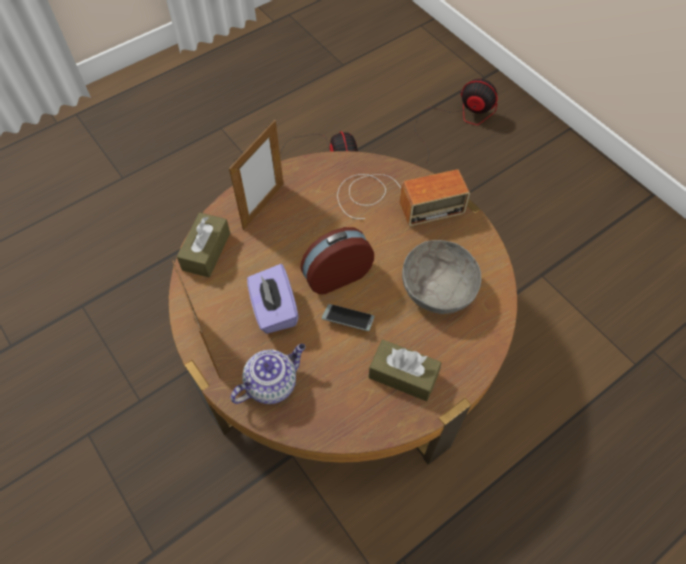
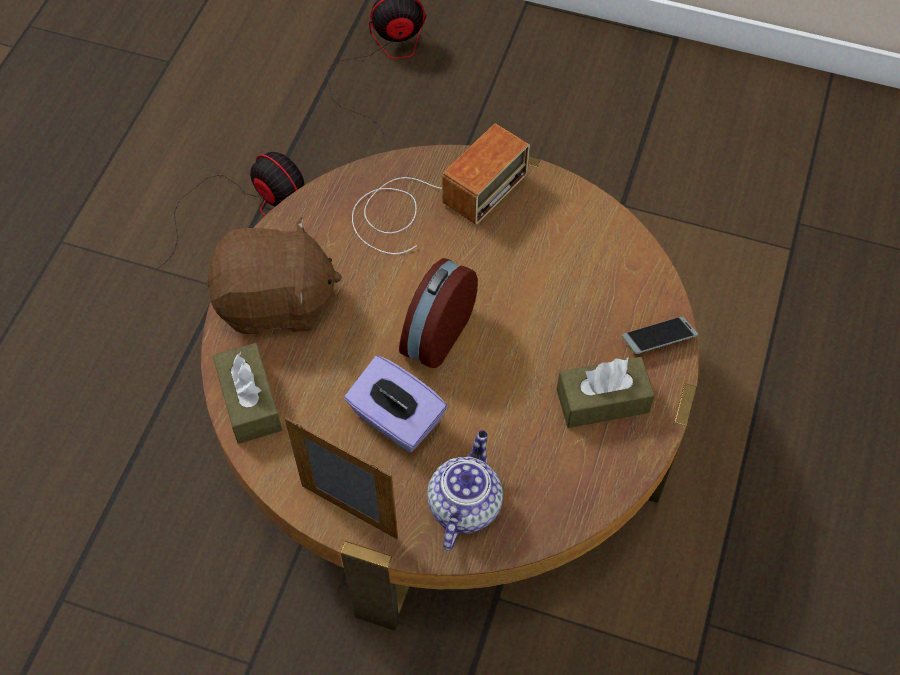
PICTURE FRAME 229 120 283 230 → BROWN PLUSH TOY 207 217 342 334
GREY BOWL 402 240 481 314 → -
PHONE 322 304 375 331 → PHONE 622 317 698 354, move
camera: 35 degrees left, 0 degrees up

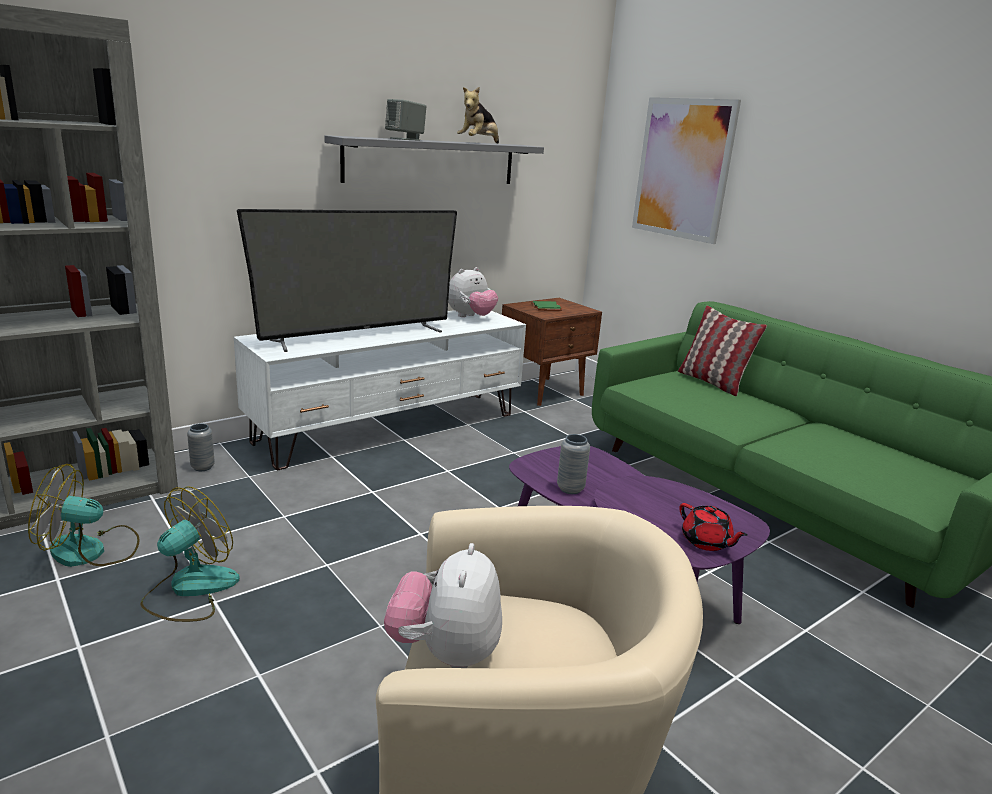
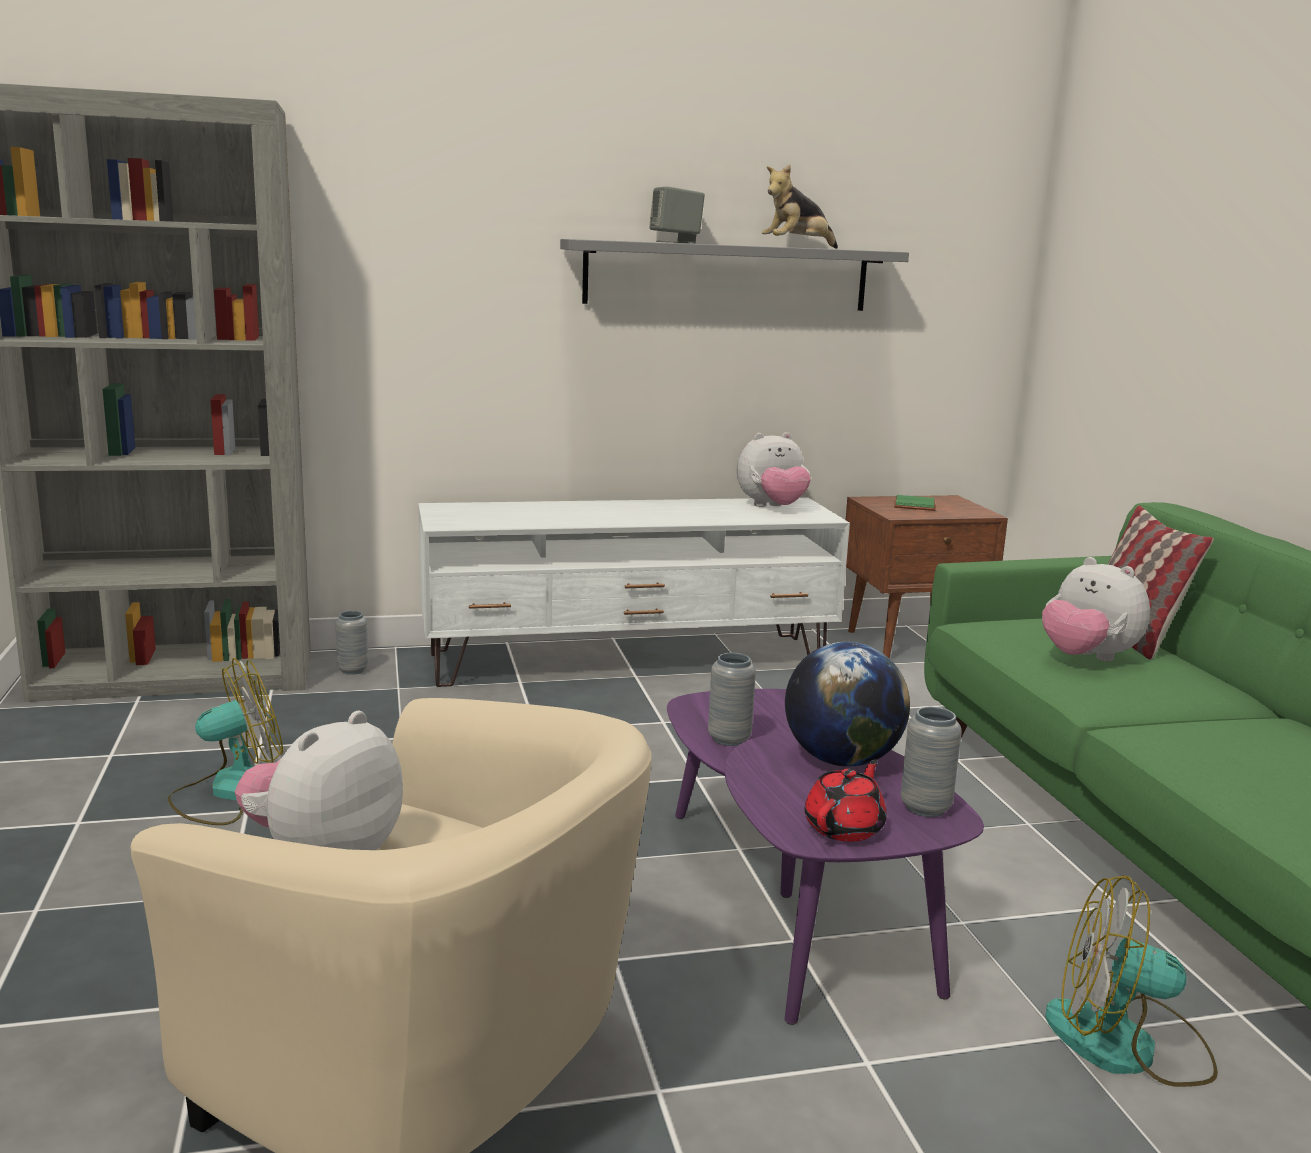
PICTURE 632 97 741 244 → -
TELEVISION 237 209 457 352 → -
FAN 28 464 140 567 → FAN 1045 875 1218 1087, move
RED TEAPOT 679 503 748 551 → RED TEAPOT 805 760 886 842, 135 degrees counterclockwise
- → PLUSH TOY 1042 557 1150 661
- → GLOBE 785 642 910 767
- → GREY VASE 901 707 962 817
camera: 25 degrees right, 5 degrees down

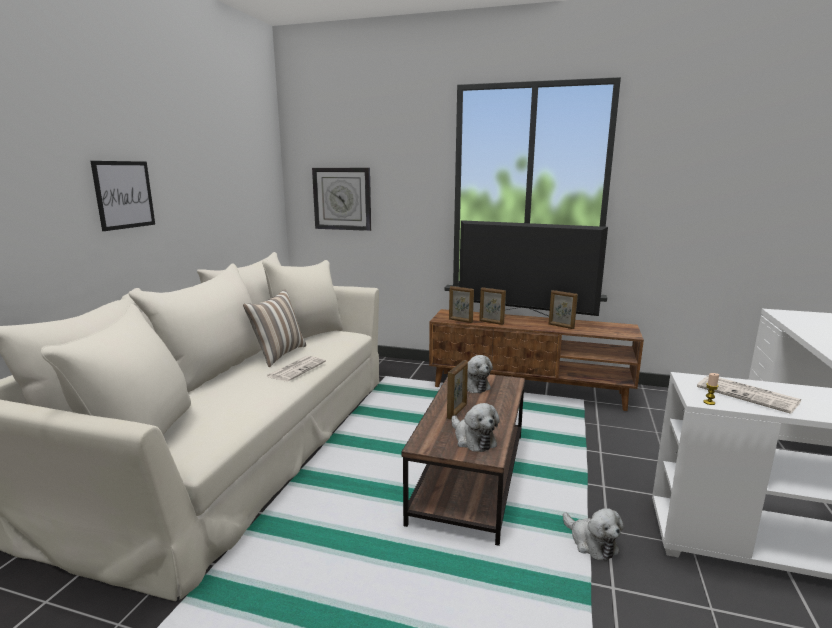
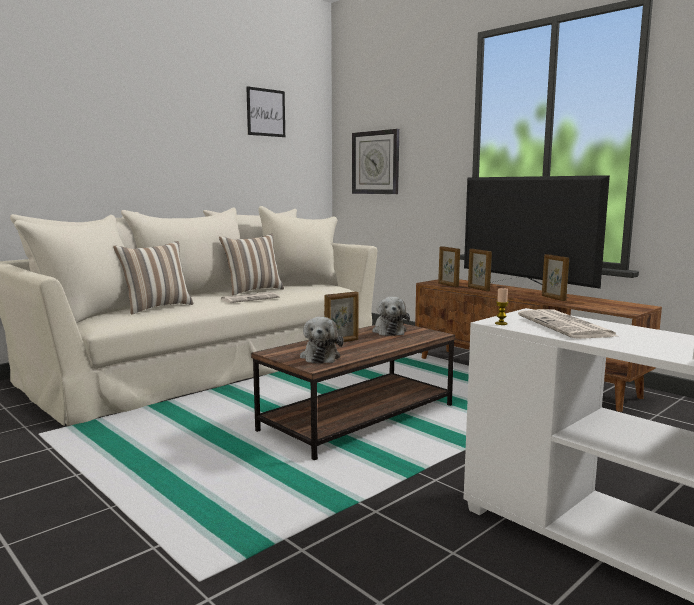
PICTURE 91 161 155 231 → PICTURE 246 86 285 137, move
PLUSH TOY 563 508 624 561 → -
- → PILLOW 113 241 193 315
camera: 30 degrees right, 5 degrees down

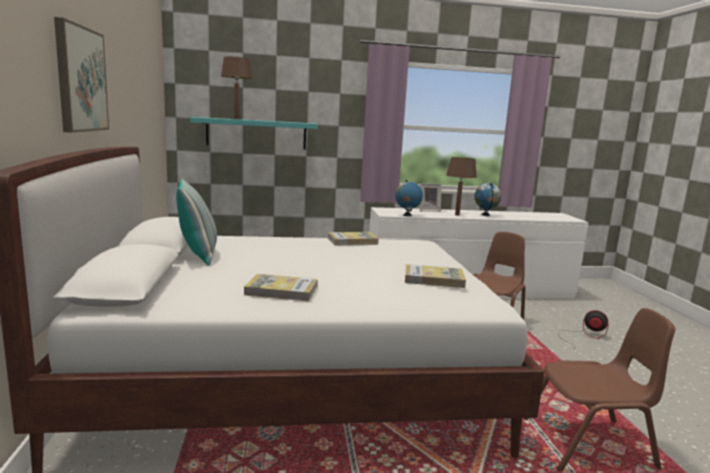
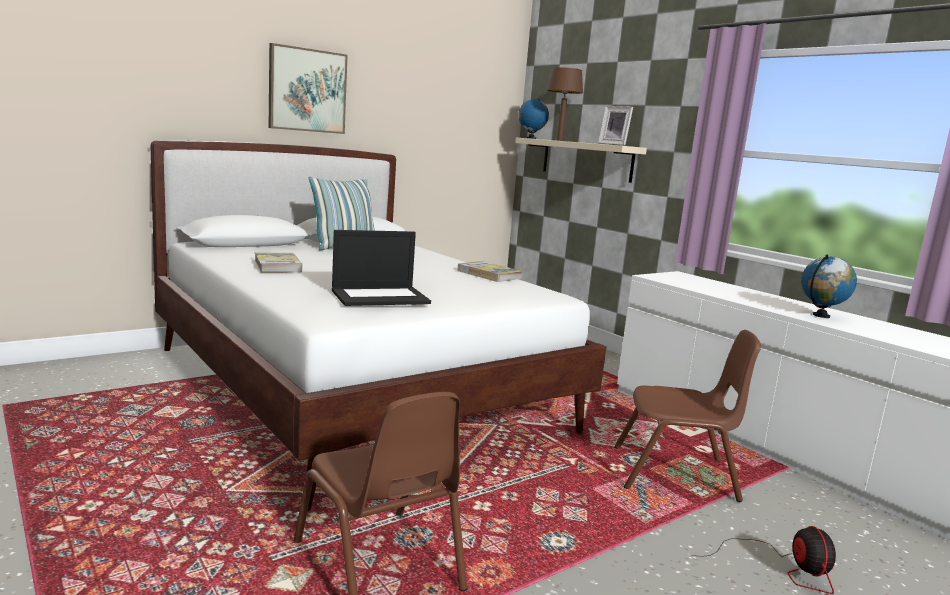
TURQUOISE SHELF 190 117 318 150 → BEIGE SHELF 515 138 647 183
BROWN TABLE LAMP 446 157 477 216 → -
GLOBE 395 180 423 216 → GLOBE 518 99 549 139, move
PICTURE FRAME 420 183 442 211 → PICTURE FRAME 598 106 633 146, move
BOOK 405 264 466 288 → LAPTOP 332 230 431 306
camera: 60 degrees right, 0 degrees up

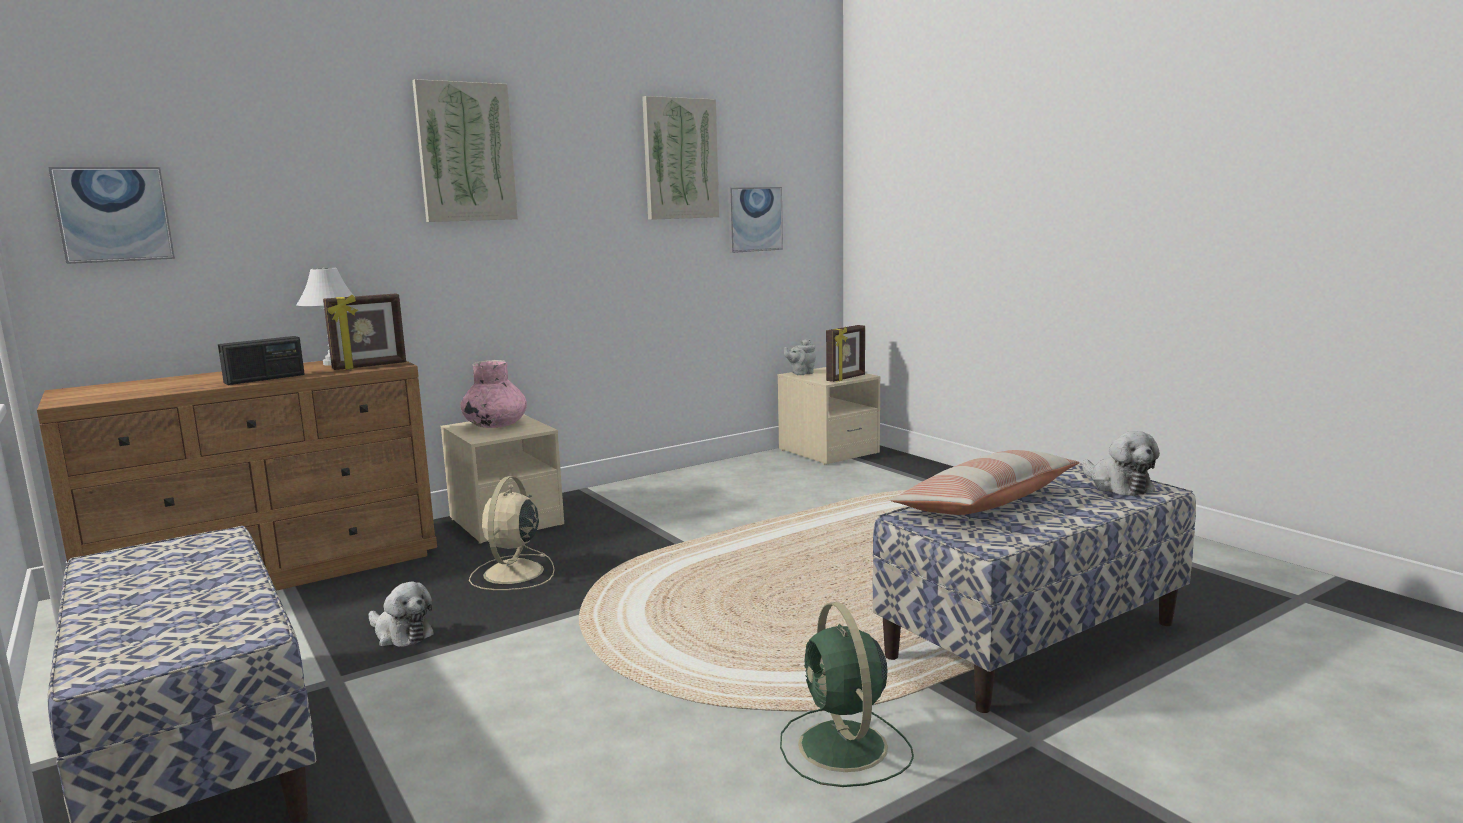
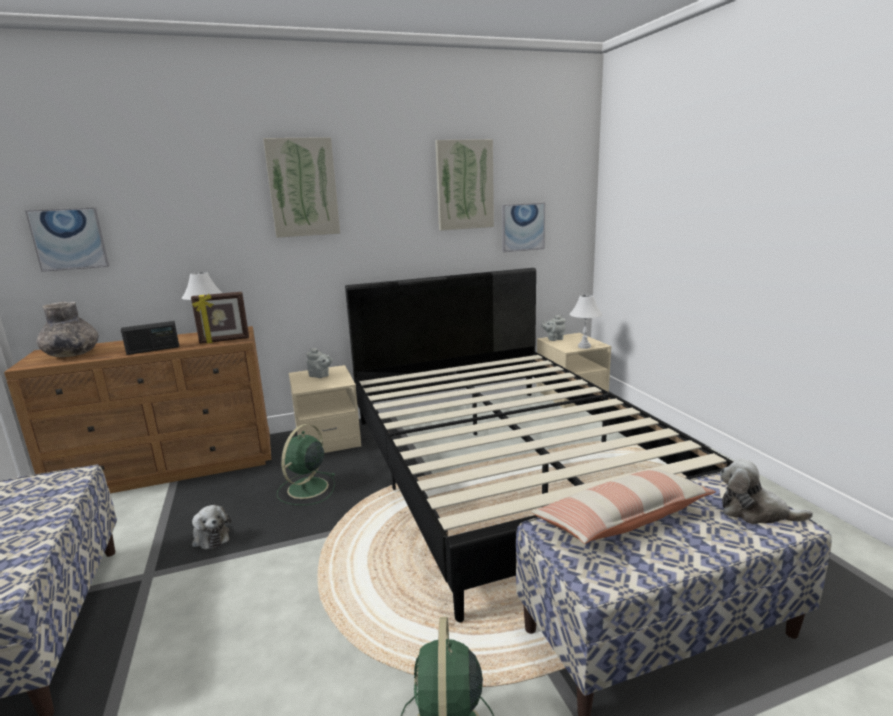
PICTURE FRAME 826 325 865 382 → WHITE TABLE LAMP 570 295 602 349
PINK VASE 461 360 527 428 → GREY TEAPOT 306 348 333 378
PLUSH TOY 1082 431 1160 496 → PLUSH TOY 720 458 813 524, 120 degrees clockwise
BEIGE FAN 469 476 555 590 → GREEN FAN 277 424 336 505
- → BLACK BED 345 268 733 622
- → GREY VASE 36 302 98 357
camera: 15 degrees right, 5 degrees up

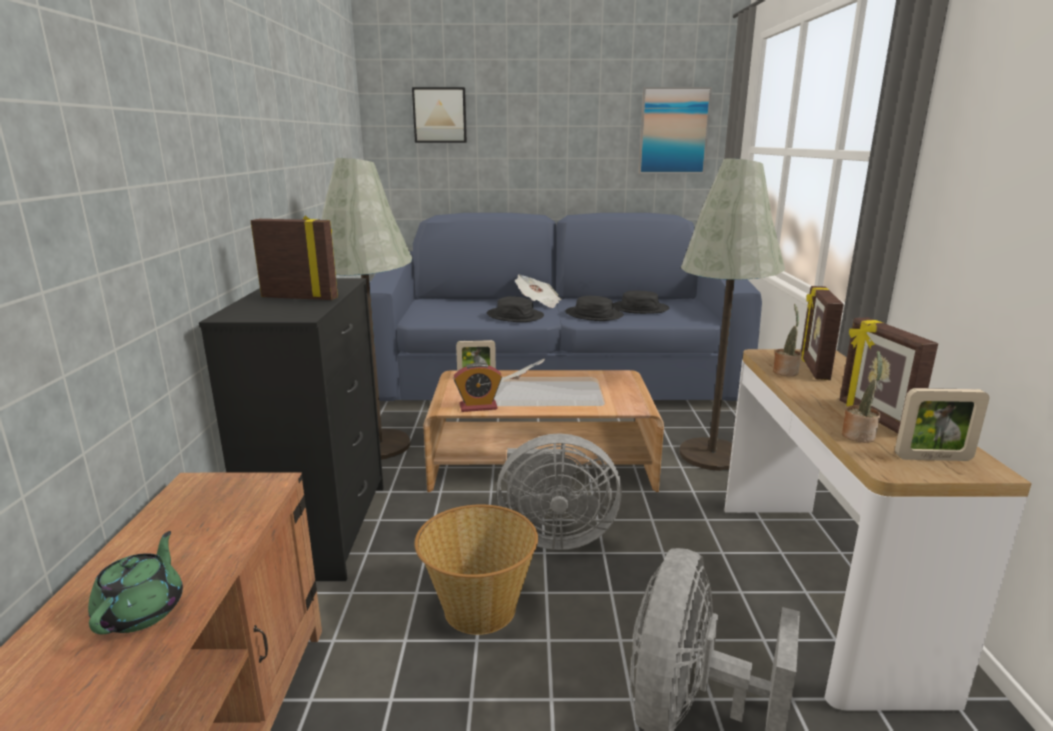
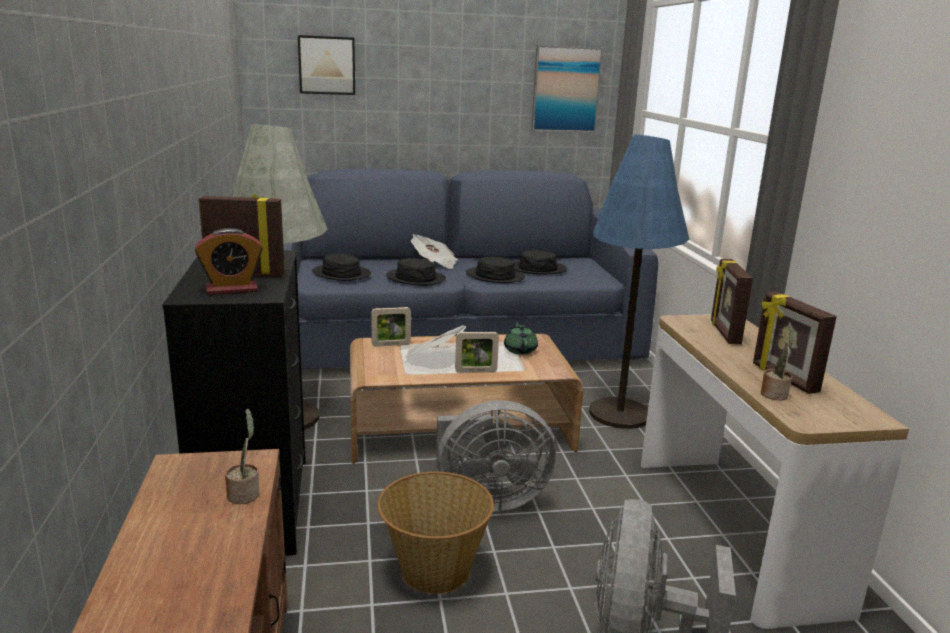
GREY FLOOR LAMP 680 158 785 471 → BLUE FLOOR LAMP 589 135 689 429
POTTED PLANT 773 304 801 376 → POTTED PLANT 225 408 260 504, move
ALARM CLOCK 453 362 502 412 → ALARM CLOCK 195 228 263 295, move
PICTURE FRAME 895 388 989 461 → PICTURE FRAME 455 332 499 373, move
GREEN TEAPOT 88 531 183 634 → GREEN TEAPOT 504 321 538 355, move
- → BLACK HAT 312 254 371 281
camera: 10 degrees left, 0 degrees up

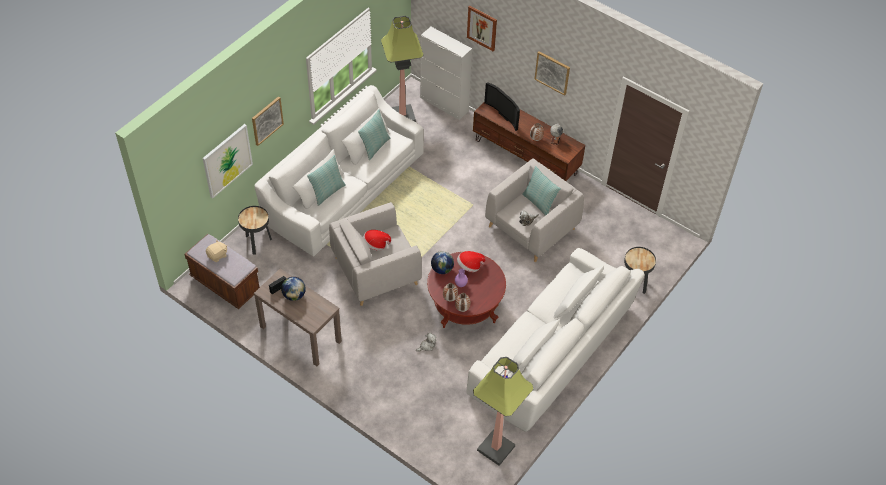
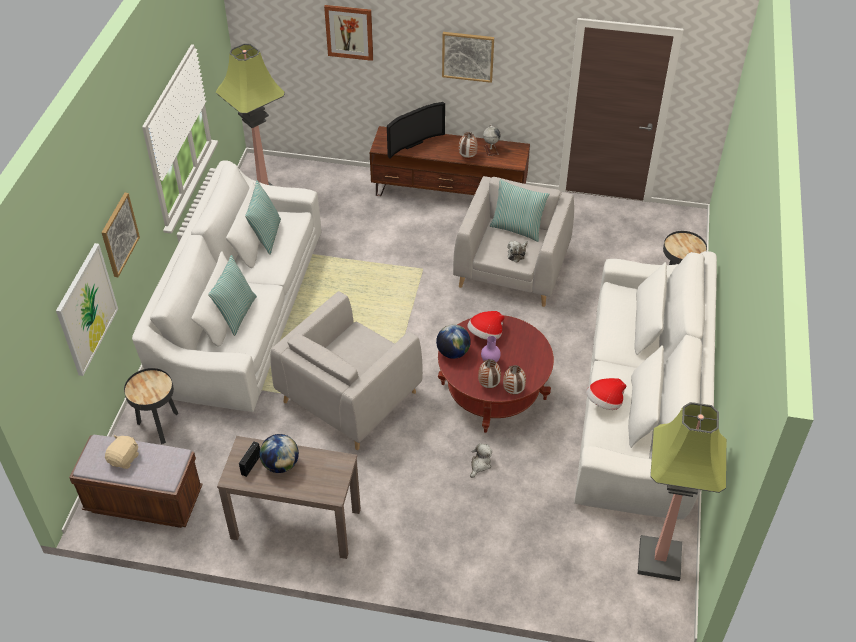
WHITE CABINET 420 27 472 120 → -
TELEVISION 484 82 520 131 → TELEVISION 387 102 445 159, 60 degrees counterclockwise
HAT 363 230 391 251 → HAT 586 378 627 410, move
camera: 25 degrees left, 5 degrees down

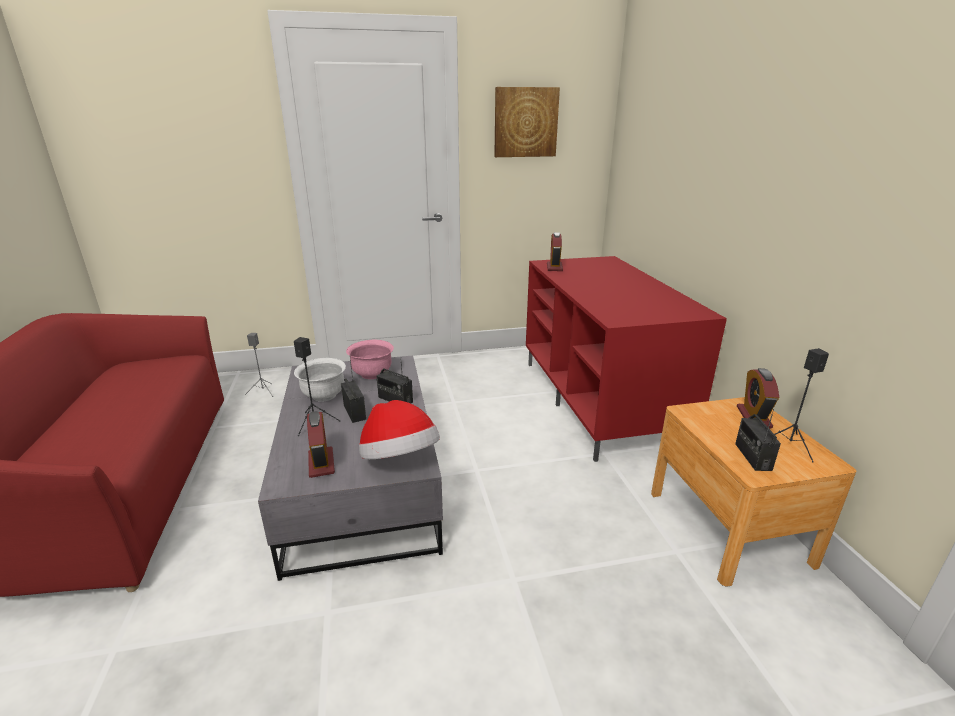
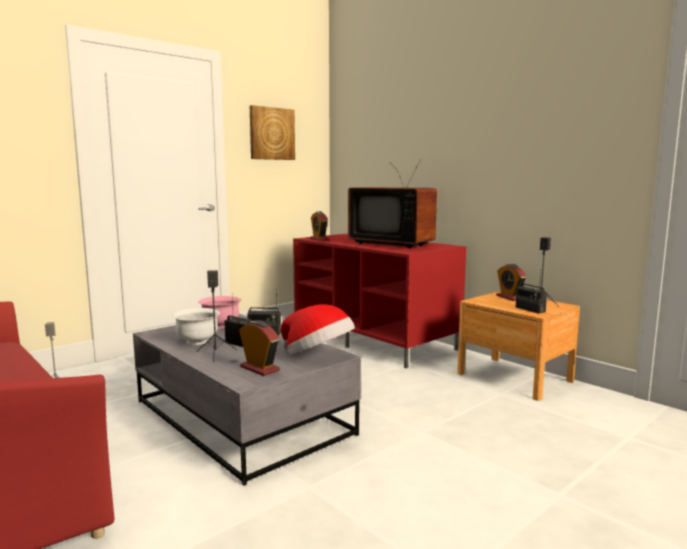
- → TELEVISION 348 160 437 248
camera: 30 degrees left, 15 degrees down

